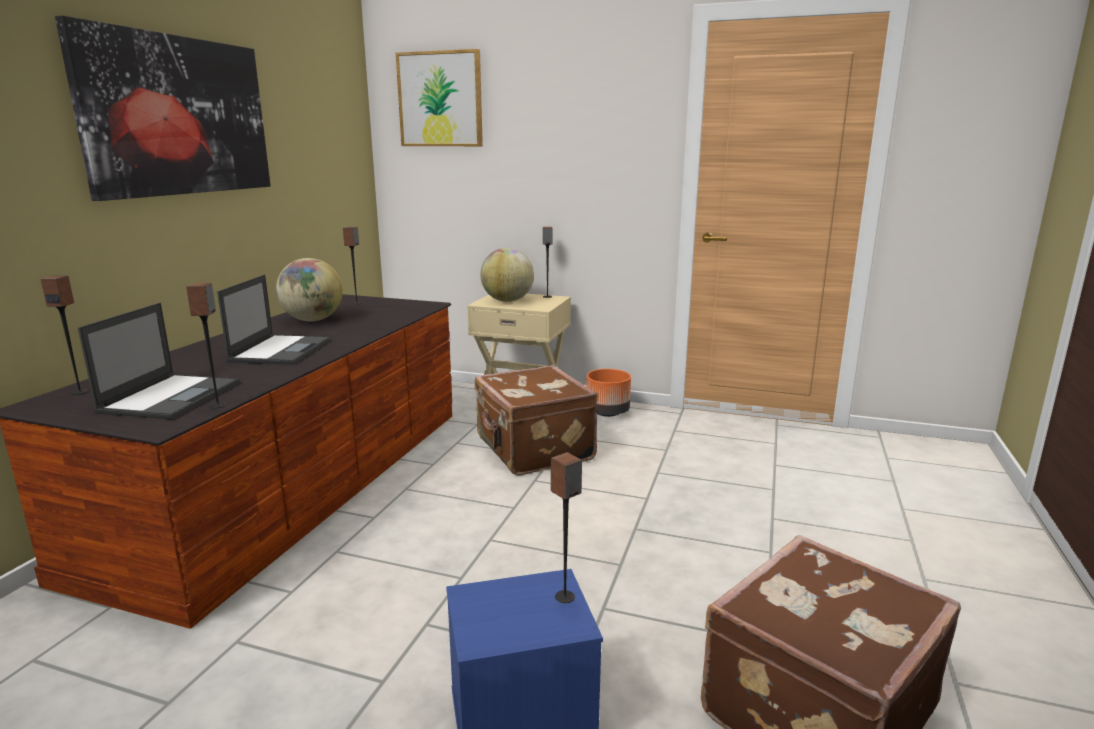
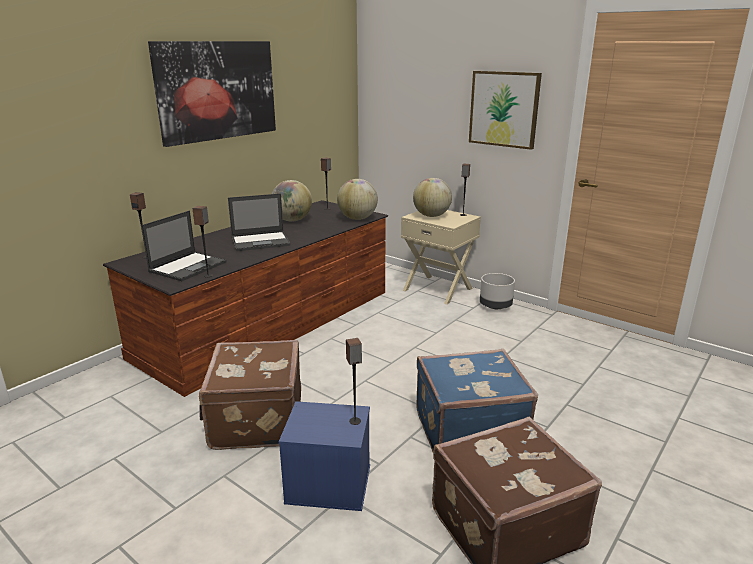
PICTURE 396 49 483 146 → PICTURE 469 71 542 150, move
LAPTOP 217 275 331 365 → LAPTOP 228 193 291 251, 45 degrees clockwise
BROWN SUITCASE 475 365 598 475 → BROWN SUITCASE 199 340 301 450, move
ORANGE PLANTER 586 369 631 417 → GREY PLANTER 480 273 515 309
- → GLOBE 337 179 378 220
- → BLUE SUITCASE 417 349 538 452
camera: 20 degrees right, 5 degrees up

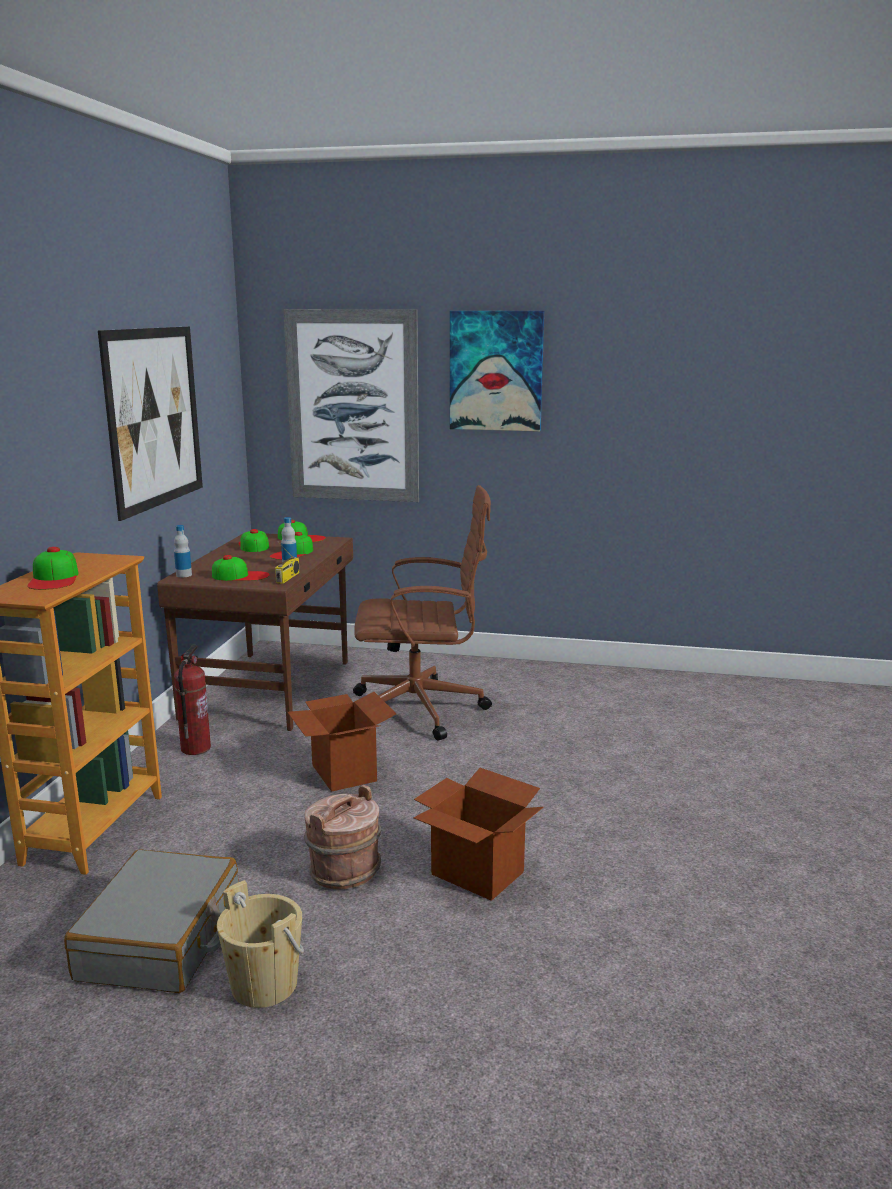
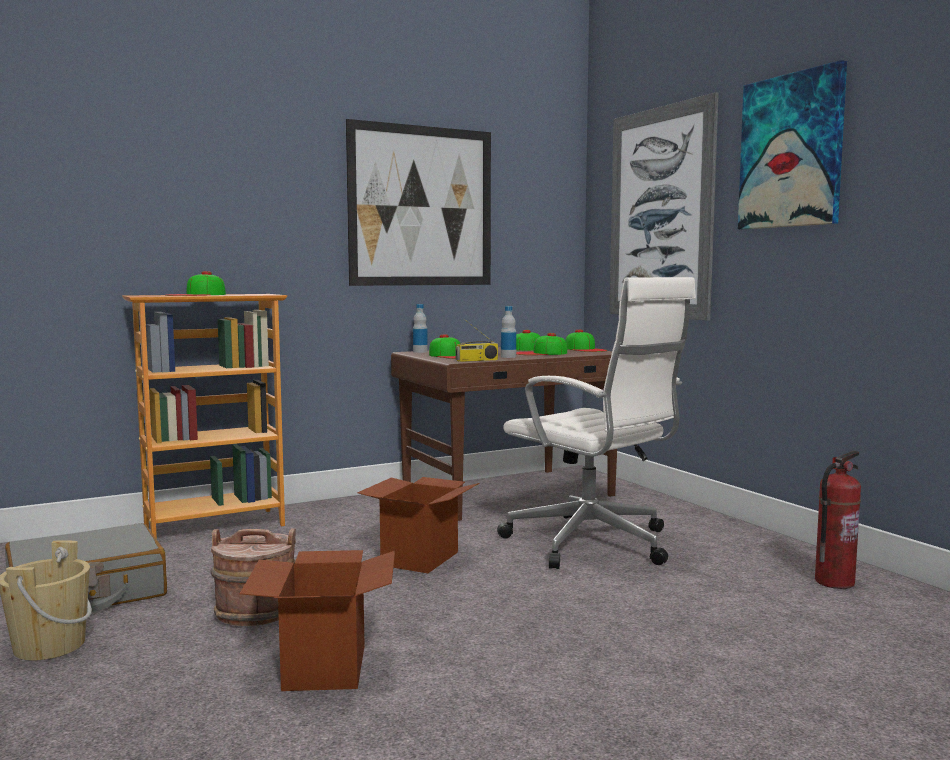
BROWN OFFICE CHAIR 353 485 492 741 → WHITE OFFICE CHAIR 497 277 696 569
FIRE EXTINGUISHER 174 645 211 755 → FIRE EXTINGUISHER 815 451 861 589, move
camera: 50 degrees right, 10 degrees down

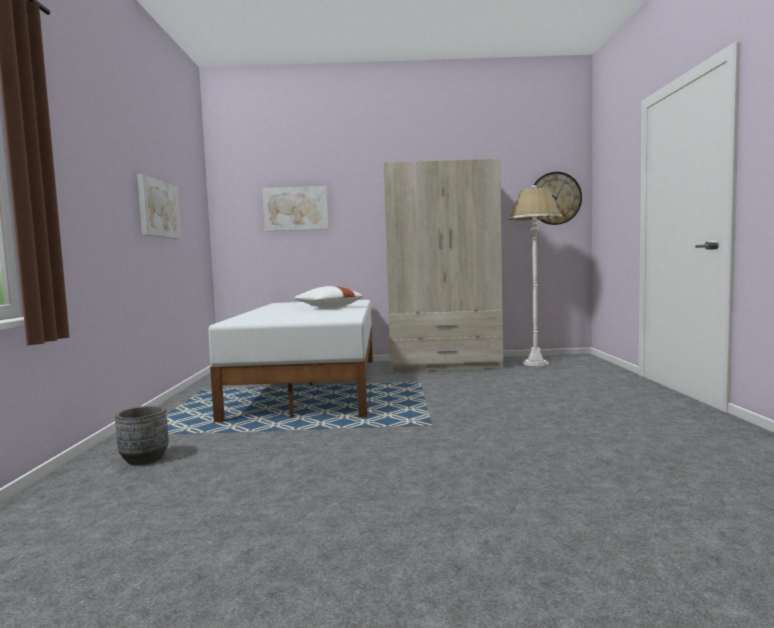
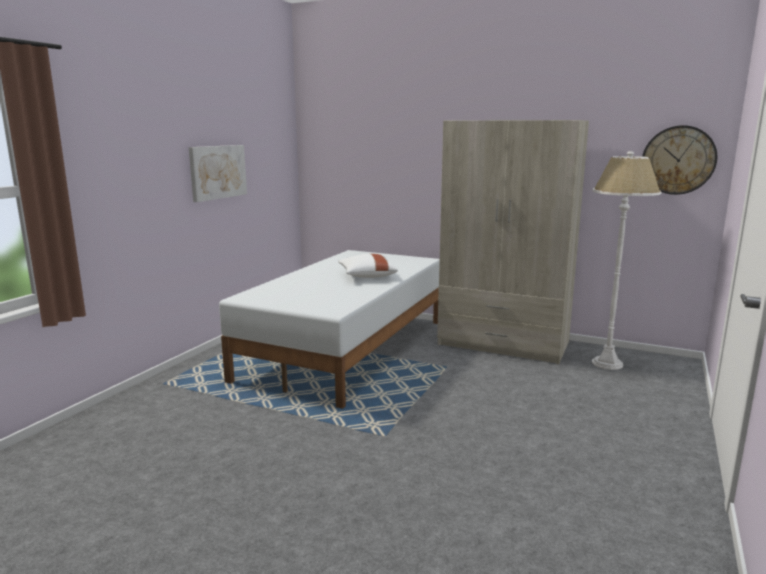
PICTURE 262 186 329 231 → -
GREY PLANTER 115 406 169 465 → -
camera: 25 degrees right, 10 degrees up

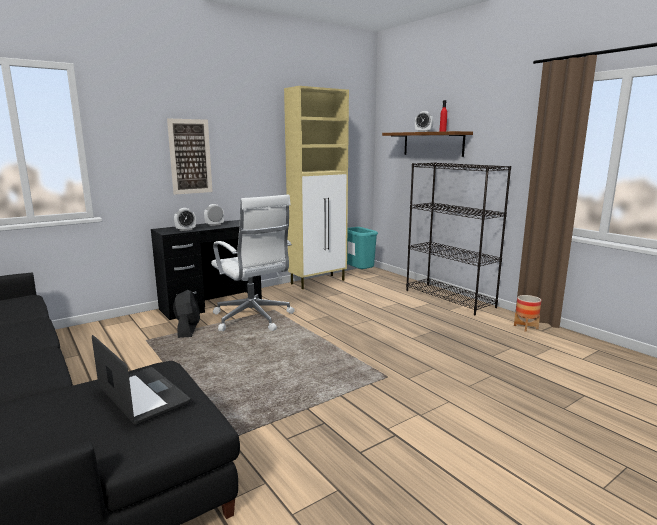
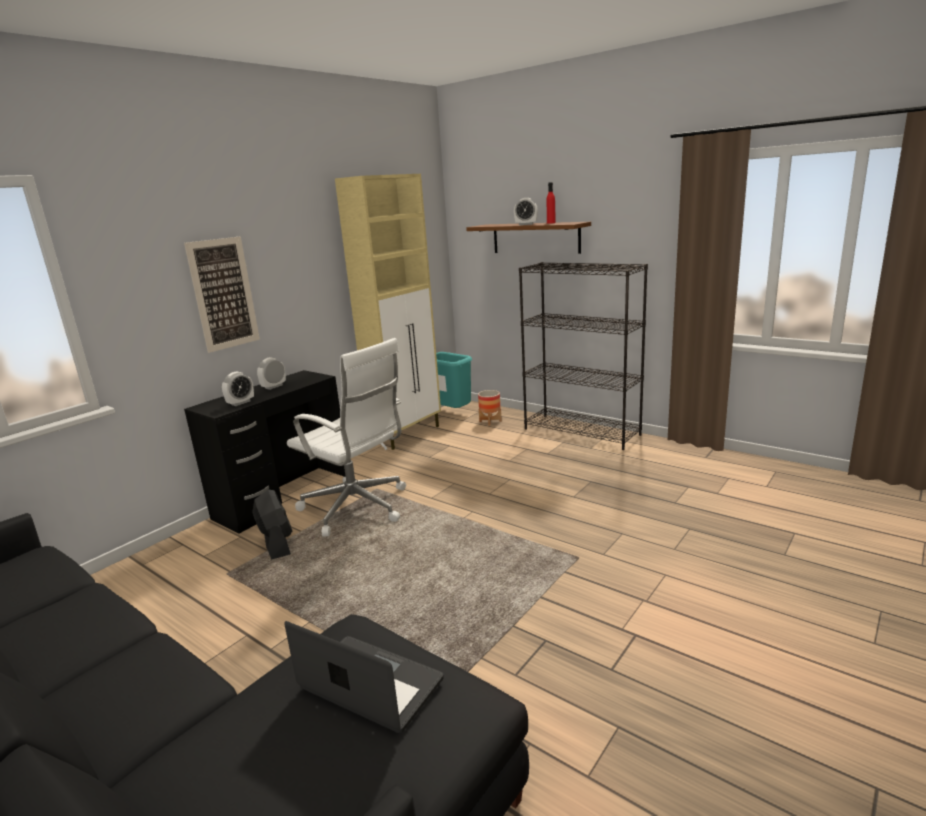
PLANTER 514 295 541 332 → PLANTER 478 390 502 426, move
camera: 15 degrees left, 5 degrees up

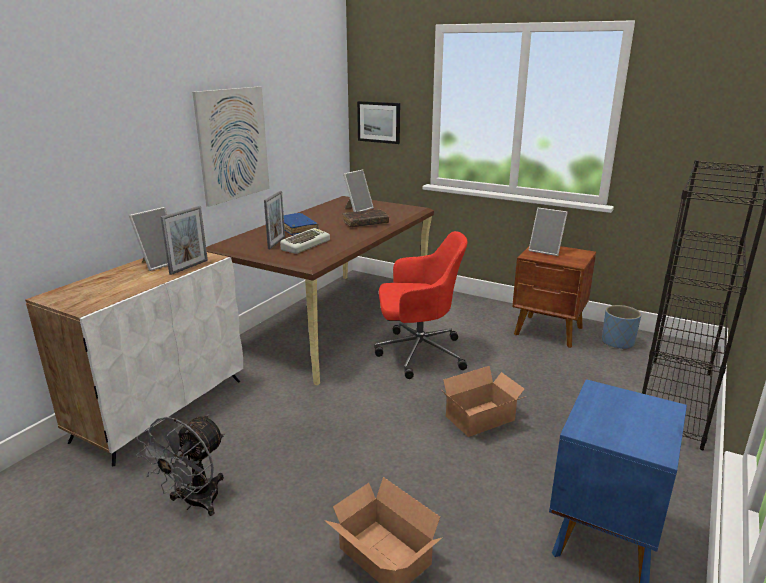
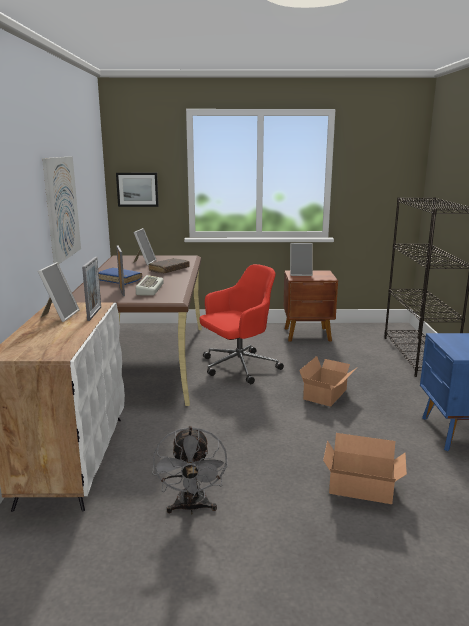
BLUE PLANTER 602 305 641 350 → -
camera: 30 degrees left, 5 degrees down

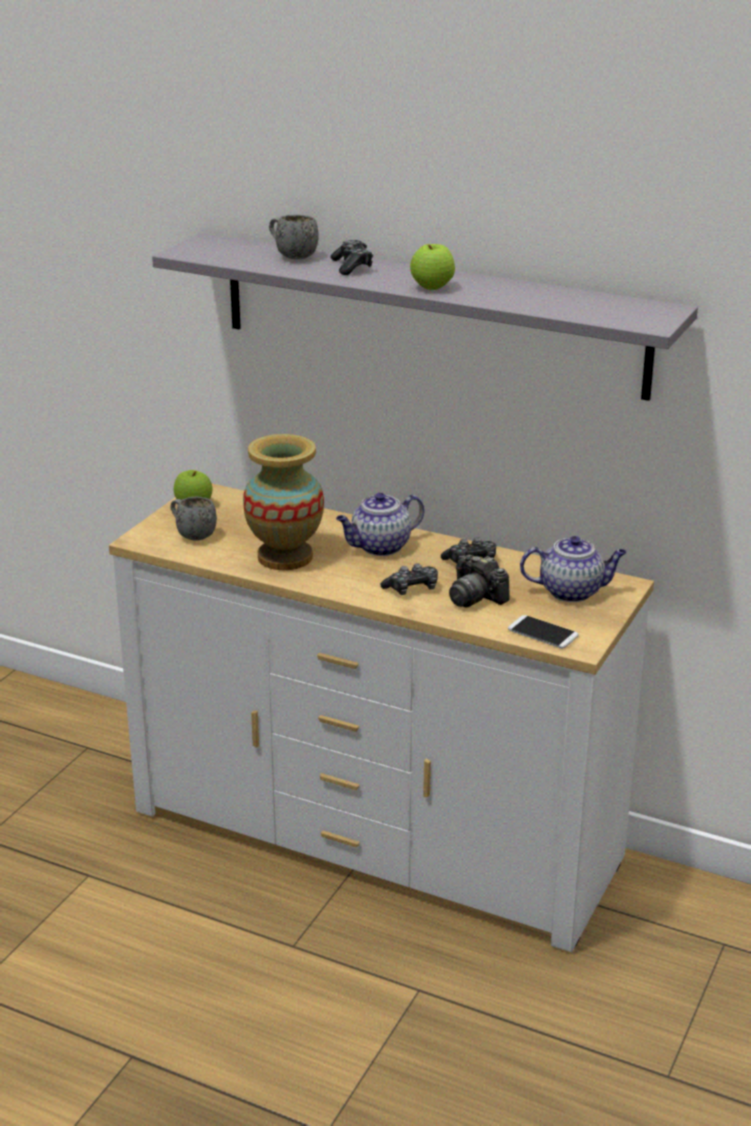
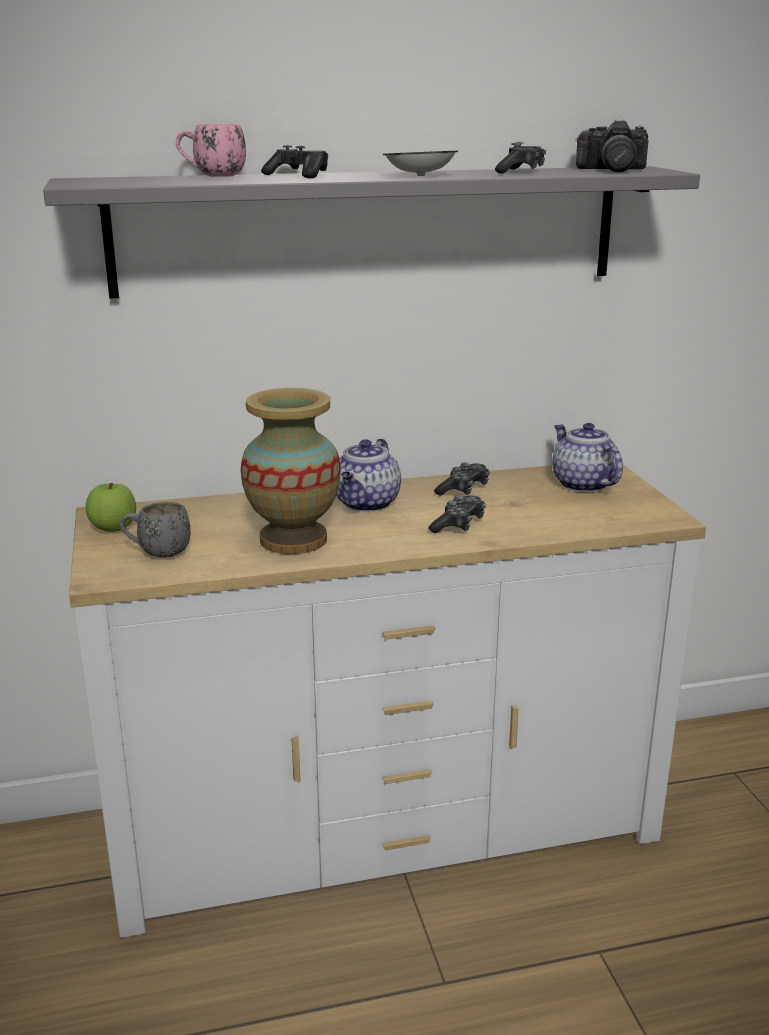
GREY MUG 269 215 319 259 → PINK MUG 175 124 246 177
APPLE 410 244 455 290 → BOWL 383 151 458 176
TEAPOT 520 536 627 602 → TEAPOT 552 423 623 492, 75 degrees counterclockwise
PHOTO CAMERA 449 554 510 608 → PHOTO CAMERA 575 119 648 172, move
PHONE 508 615 579 648 → -
- → GAME CONTROLLER 495 142 546 174
camera: 40 degrees left, 5 degrees down

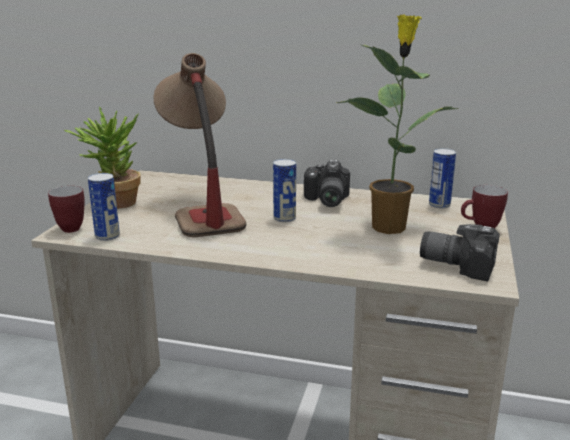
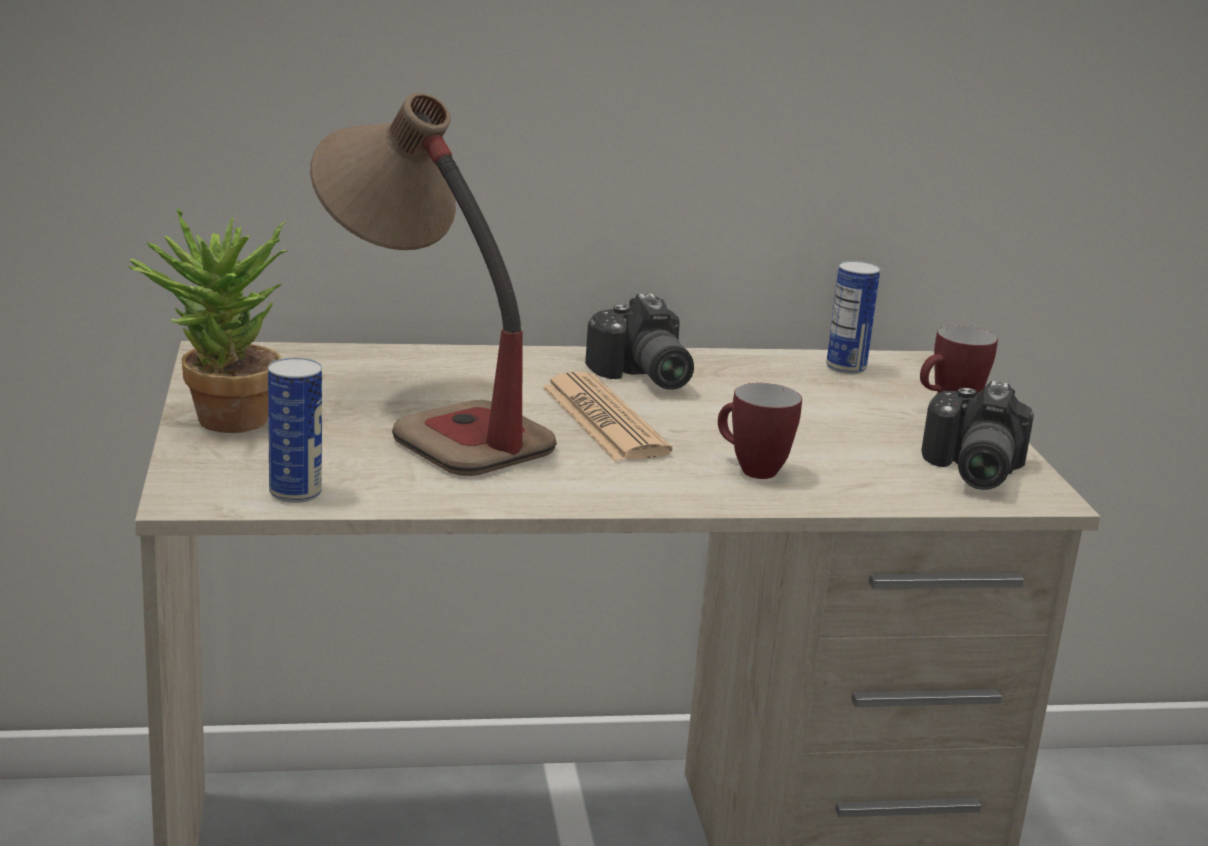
POTTED PLANT 337 14 459 234 → -
CAN 273 159 296 222 → NEWSPAPER 542 372 672 461
MUG 48 186 85 233 → MUG 718 383 802 479, move
PHOTO CAMERA 420 224 500 282 → PHOTO CAMERA 921 381 1034 490, 75 degrees counterclockwise
camera: 25 degrees left, 0 degrees up

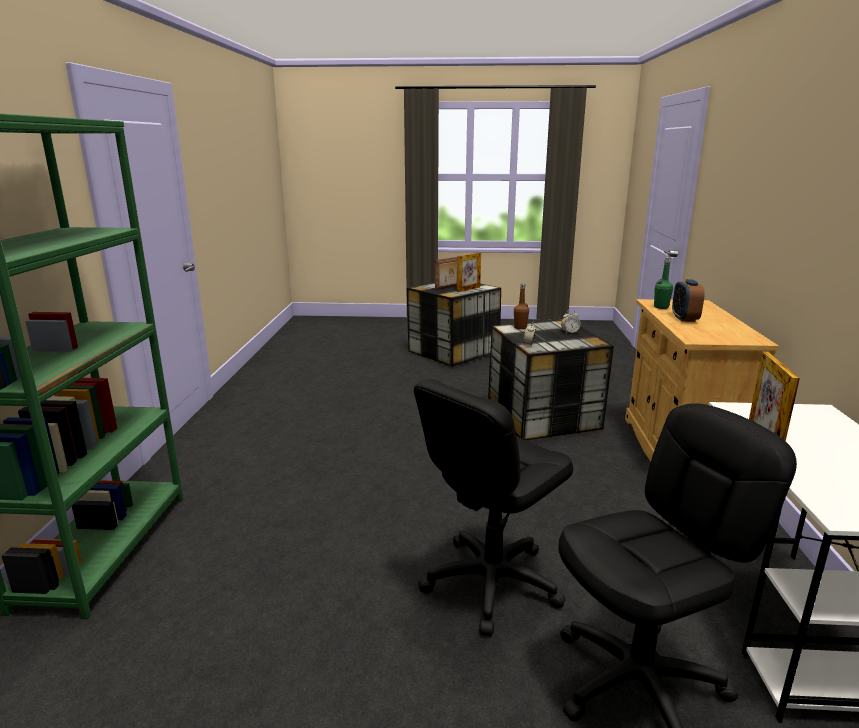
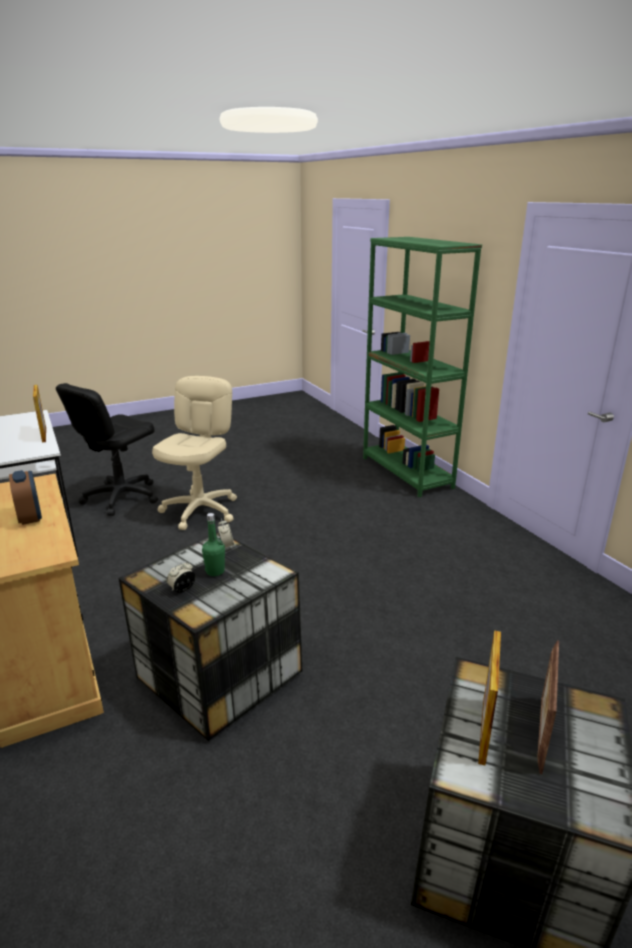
GREEN BOTTLE 654 257 673 309 → GREEN BOTTLE 202 513 225 576, move
BROWN BOTTLE 514 284 529 329 → -
BLACK OFFICE CHAIR 414 379 573 637 → BEIGE OFFICE CHAIR 152 376 237 530
camera: 150 degrees right, 5 degrees up

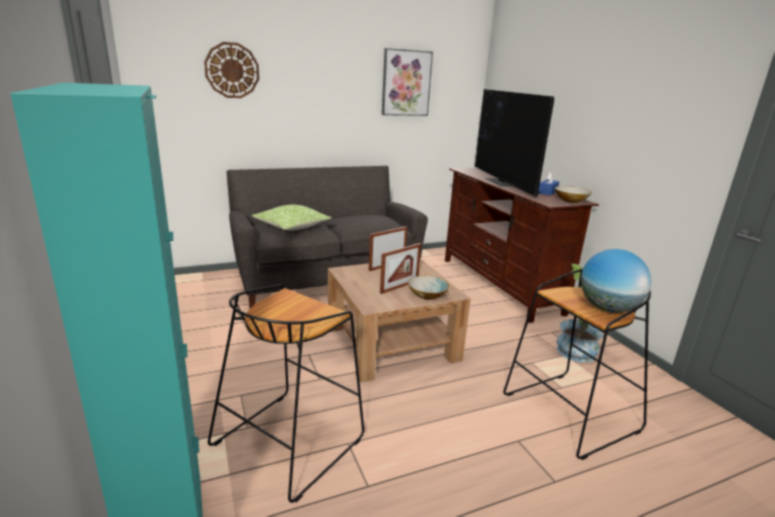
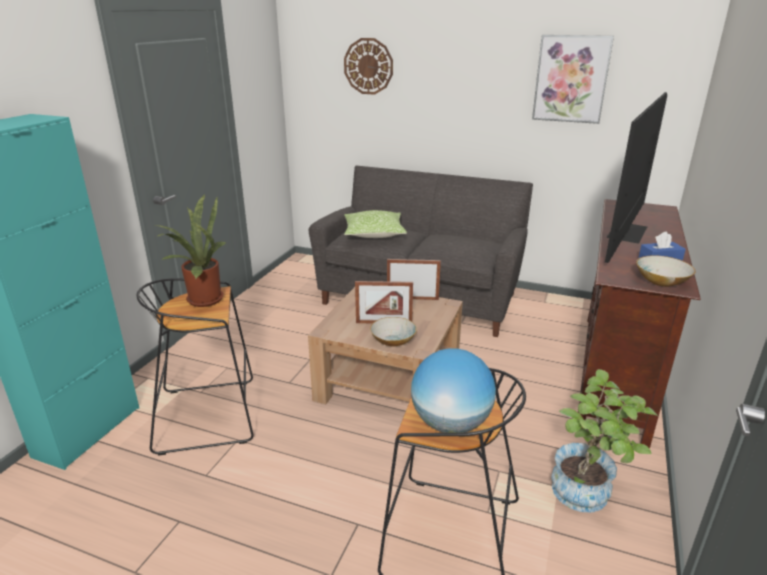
- → POTTED PLANT 155 194 227 307
camera: 45 degrees right, 5 degrees up

